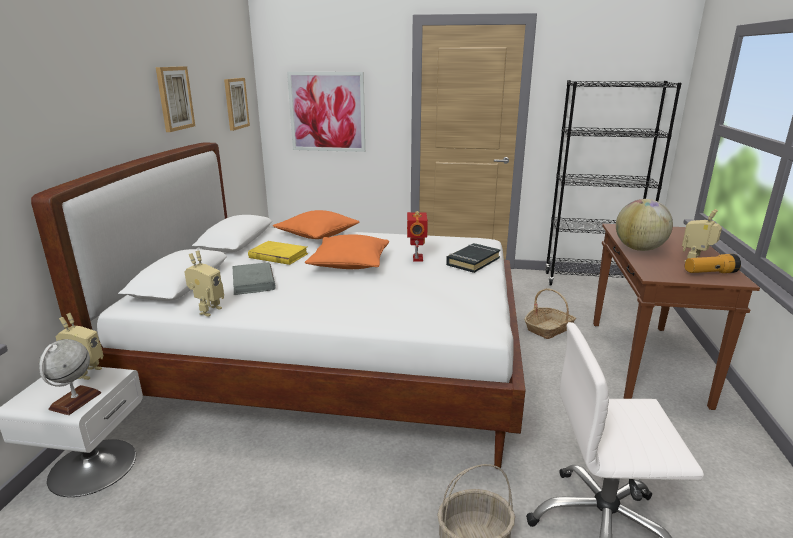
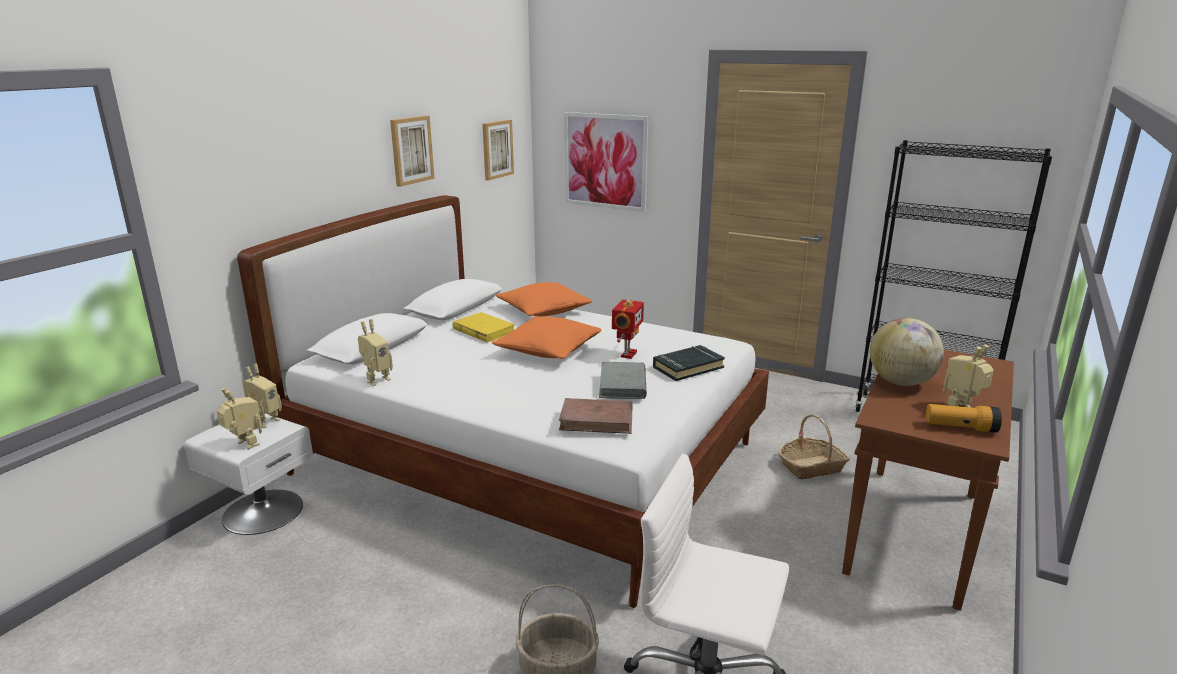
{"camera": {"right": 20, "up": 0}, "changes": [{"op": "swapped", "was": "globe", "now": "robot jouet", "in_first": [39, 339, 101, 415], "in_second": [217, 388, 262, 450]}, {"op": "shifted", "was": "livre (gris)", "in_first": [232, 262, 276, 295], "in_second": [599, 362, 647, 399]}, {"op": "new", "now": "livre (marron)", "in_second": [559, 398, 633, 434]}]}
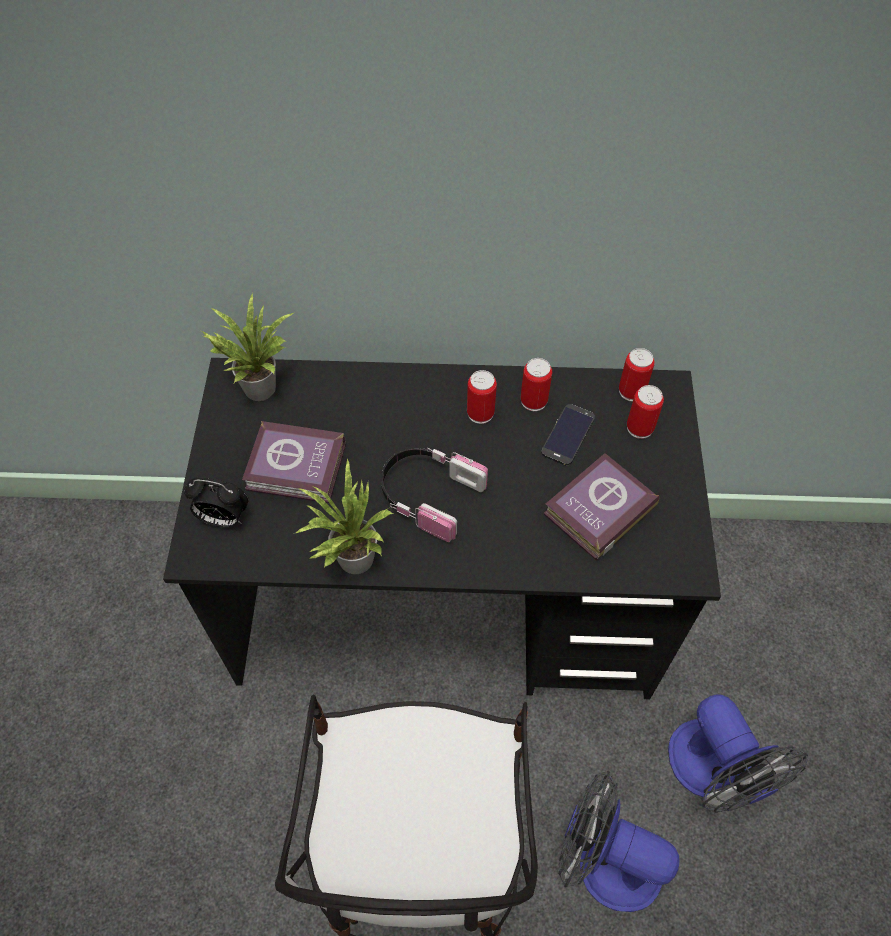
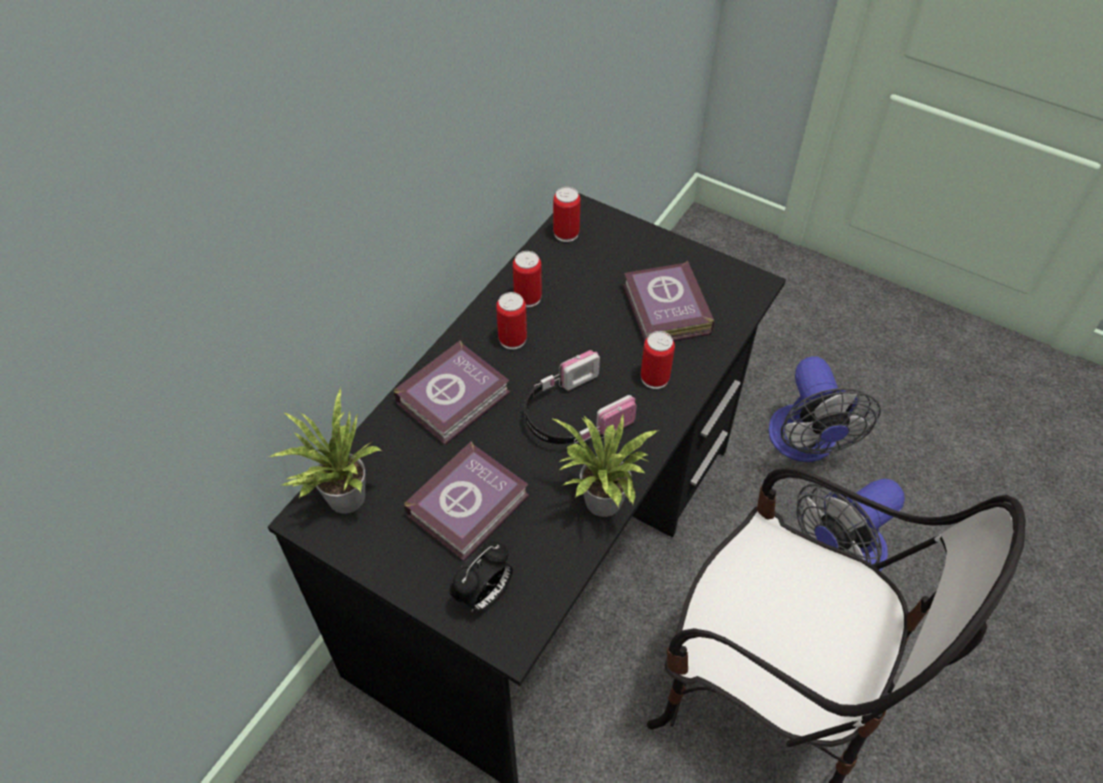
{"camera": {"right": -60, "up": -5}, "changes": [{"op": "gone", "was": "téléphone", "in_first": [542, 404, 595, 465]}, {"op": "shifted", "was": "boîte métallique", "in_first": [627, 385, 664, 439], "in_second": [641, 331, 675, 389]}, {"op": "rotated", "was": "ventilateur", "in_first": [668, 694, 808, 813], "in_second": [768, 356, 881, 462], "clockwise": 75}, {"op": "new", "now": "livre", "in_second": [394, 341, 510, 445]}]}
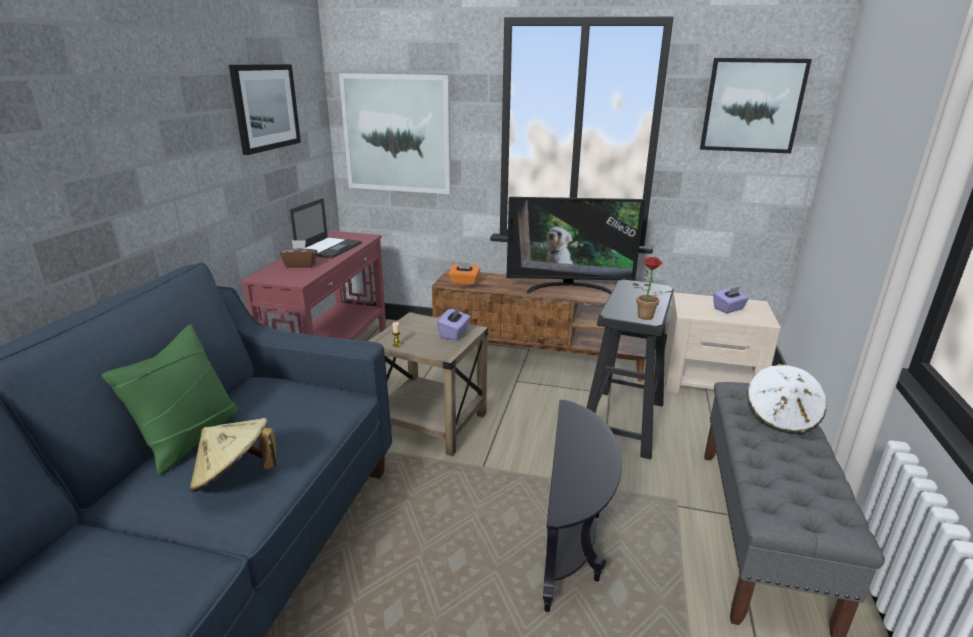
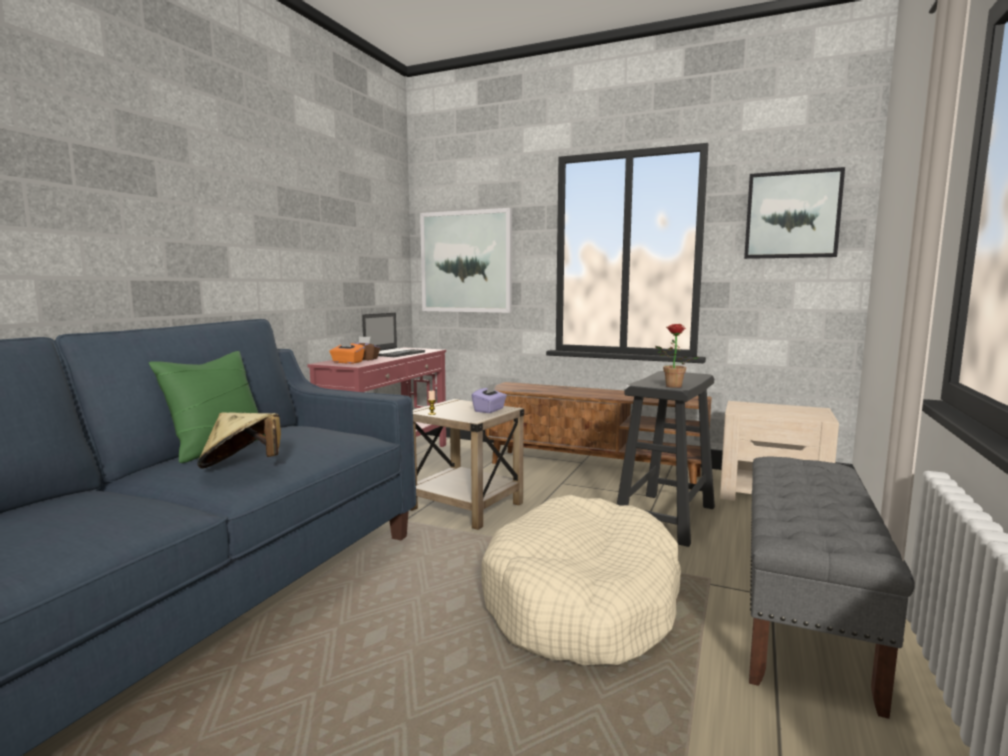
{"camera": {"right": 10, "up": -15}, "changes": [{"op": "gone", "was": "tableau", "in_first": [229, 64, 301, 155]}, {"op": "shifted", "was": "boîte à mouchoirs (orange)", "in_first": [449, 262, 480, 285], "in_second": [329, 339, 365, 364]}, {"op": "gone", "was": "téléviseur", "in_first": [507, 197, 645, 294]}, {"op": "swapped", "was": "table d'appoint (noir)", "now": "panier pour chien (beige)", "in_first": [543, 400, 622, 612], "in_second": [482, 495, 681, 665]}, {"op": "gone", "was": "boîte à mouchoirs (violet)", "in_first": [713, 287, 749, 313]}, {"op": "gone", "was": "chapeau (blanc)", "in_first": [747, 364, 827, 434]}]}
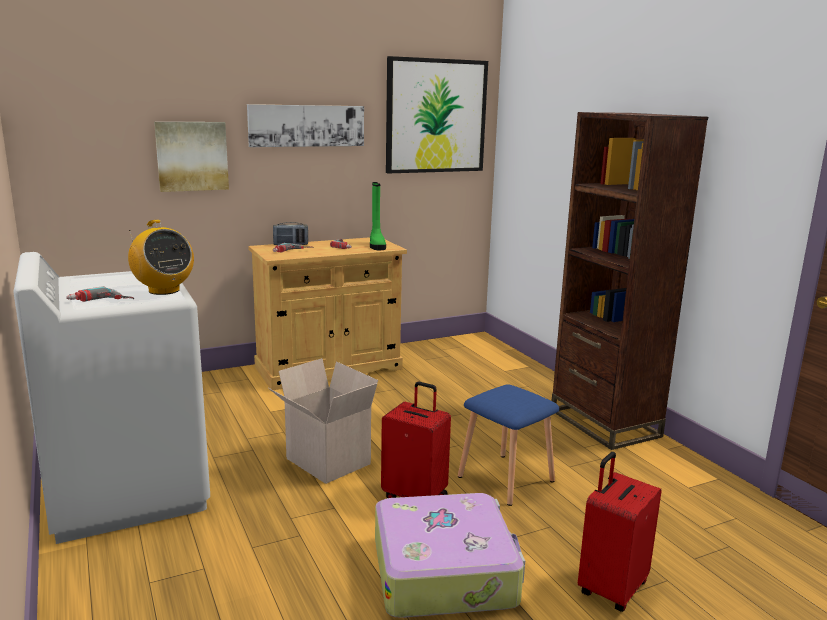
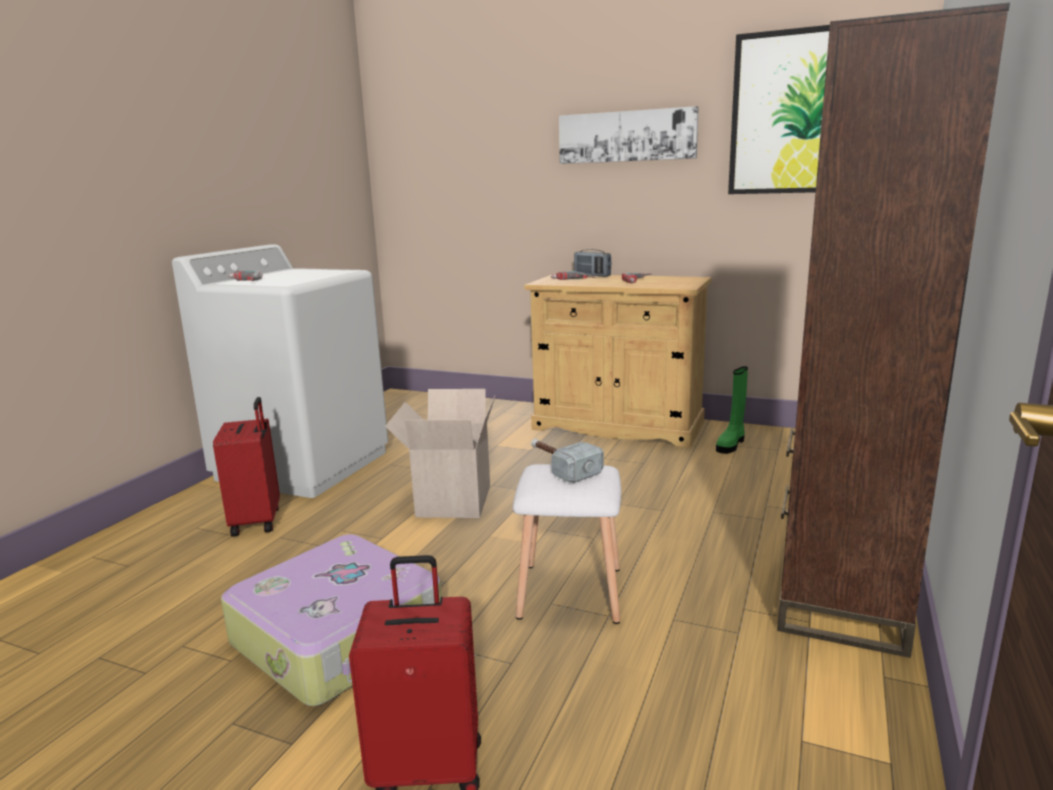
{"camera": {"right": 50, "up": 0}, "changes": [{"op": "gone", "was": "radio", "in_first": [128, 220, 194, 295]}, {"op": "gone", "was": "tableau", "in_first": [154, 122, 229, 192]}, {"op": "shifted", "was": "botte (vert)", "in_first": [370, 182, 386, 250], "in_second": [716, 366, 748, 454]}, {"op": "shifted", "was": "valise (rouge)", "in_first": [381, 382, 451, 498], "in_second": [213, 397, 280, 537]}, {"op": "repainted", "was": "tabouret (bleu)", "now": "tabouret (blanc)", "in_first": [458, 384, 559, 506], "in_second": [513, 464, 621, 624]}, {"op": "new", "now": "marteau", "in_second": [531, 439, 604, 483]}]}
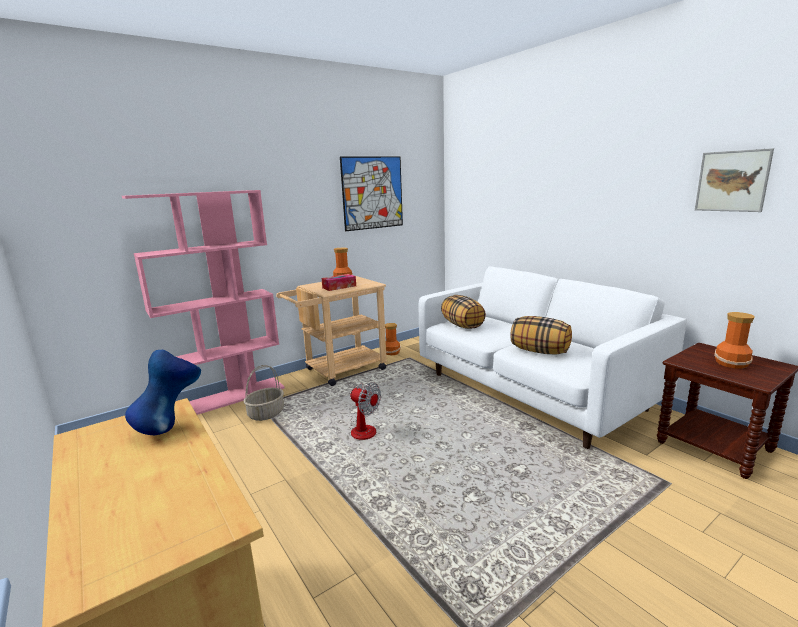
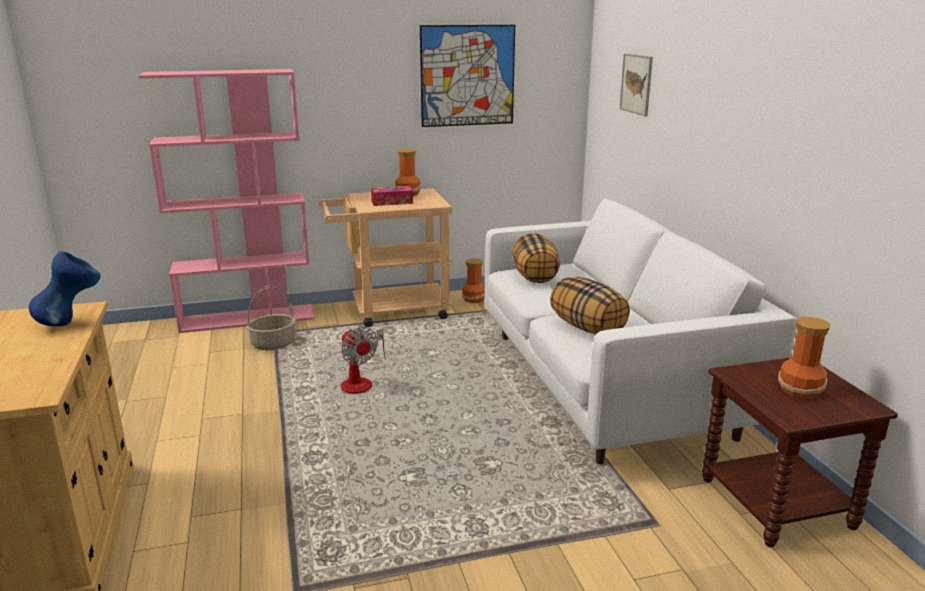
{"camera": {"right": 20, "up": 5}, "changes": [{"op": "shifted", "was": "tableau", "in_first": [695, 148, 774, 212], "in_second": [620, 53, 653, 116]}]}
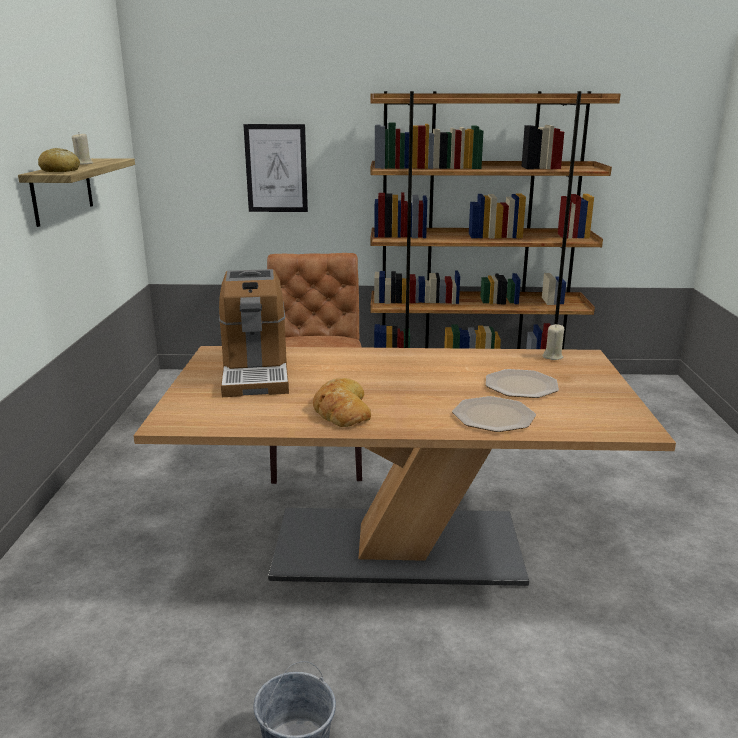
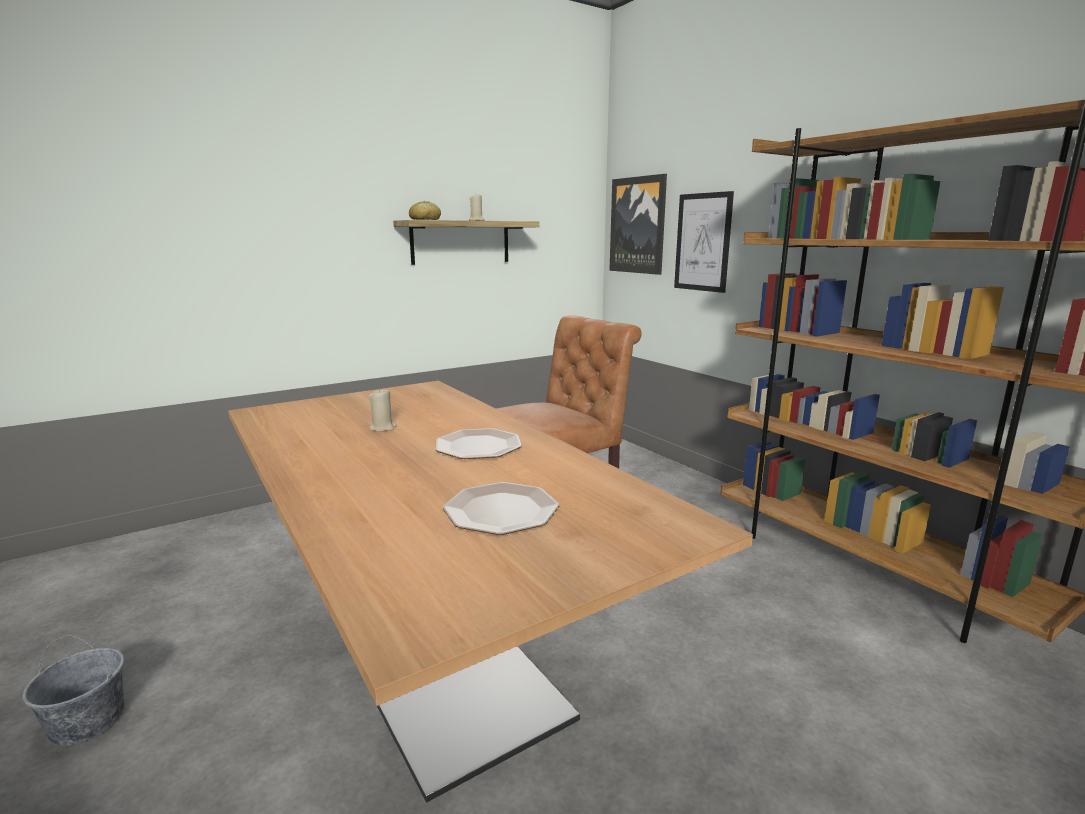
{"camera": {"right": 55, "up": -5}, "changes": [{"op": "gone", "was": "machine à café", "in_first": [219, 269, 289, 397]}, {"op": "gone", "was": "pain", "in_first": [313, 378, 371, 427]}, {"op": "shifted", "was": "assiette", "in_first": [452, 396, 536, 432], "in_second": [436, 428, 522, 459]}, {"op": "shifted", "was": "bougie (beige)", "in_first": [542, 324, 564, 360], "in_second": [369, 388, 397, 431]}, {"op": "new", "now": "tableau", "in_second": [609, 174, 667, 275]}]}
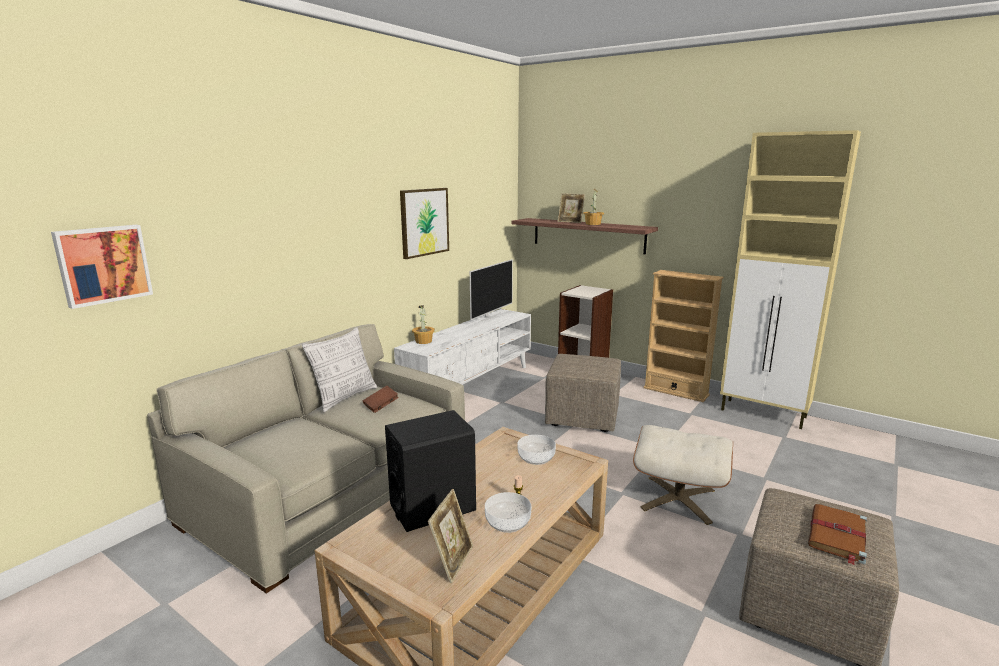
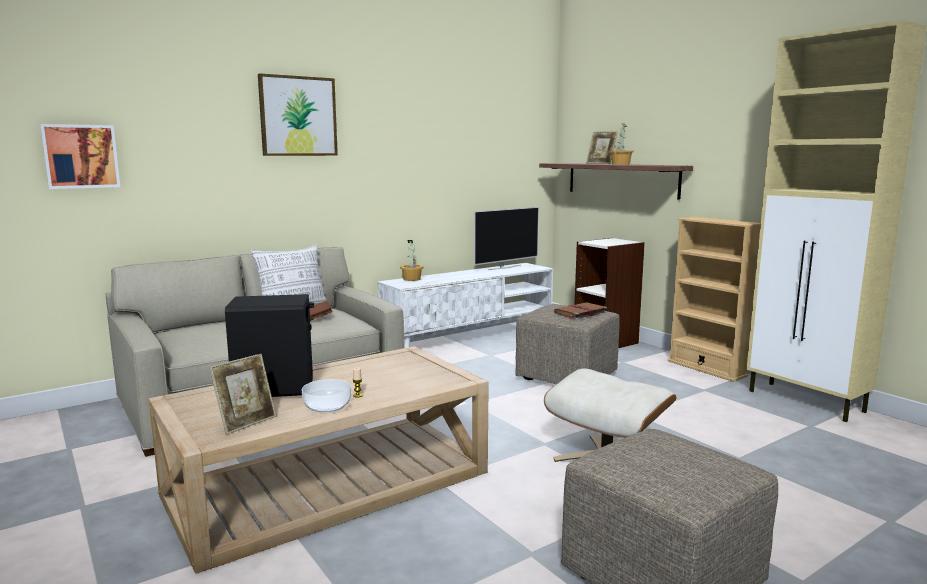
{"camera": {"right": 20, "up": -5}, "changes": [{"op": "shifted", "was": "tableau", "in_first": [400, 188, 449, 259], "in_second": [258, 73, 338, 156]}, {"op": "gone", "was": "bol", "in_first": [517, 435, 556, 465]}, {"op": "shifted", "was": "livre (marron)", "in_first": [808, 504, 867, 565], "in_second": [554, 302, 607, 319]}]}
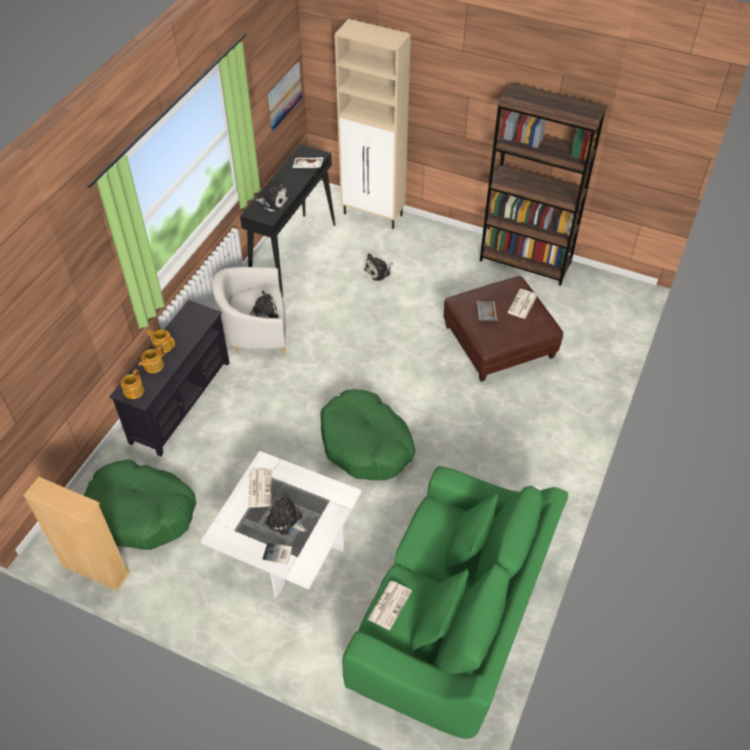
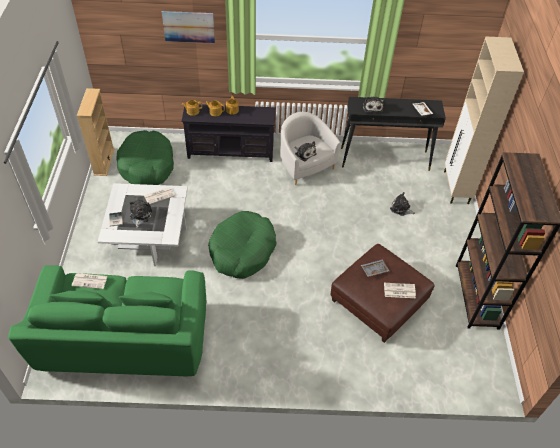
{"camera": {"right": 65, "up": 0}, "changes": [{"op": "shifted", "was": "tableau", "in_first": [268, 62, 302, 131], "in_second": [162, 11, 215, 43]}]}
